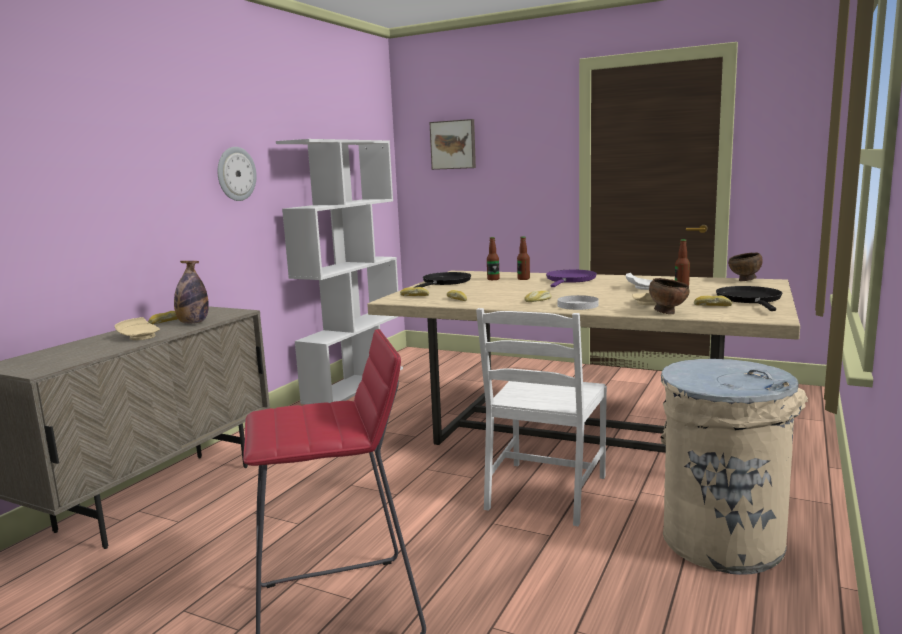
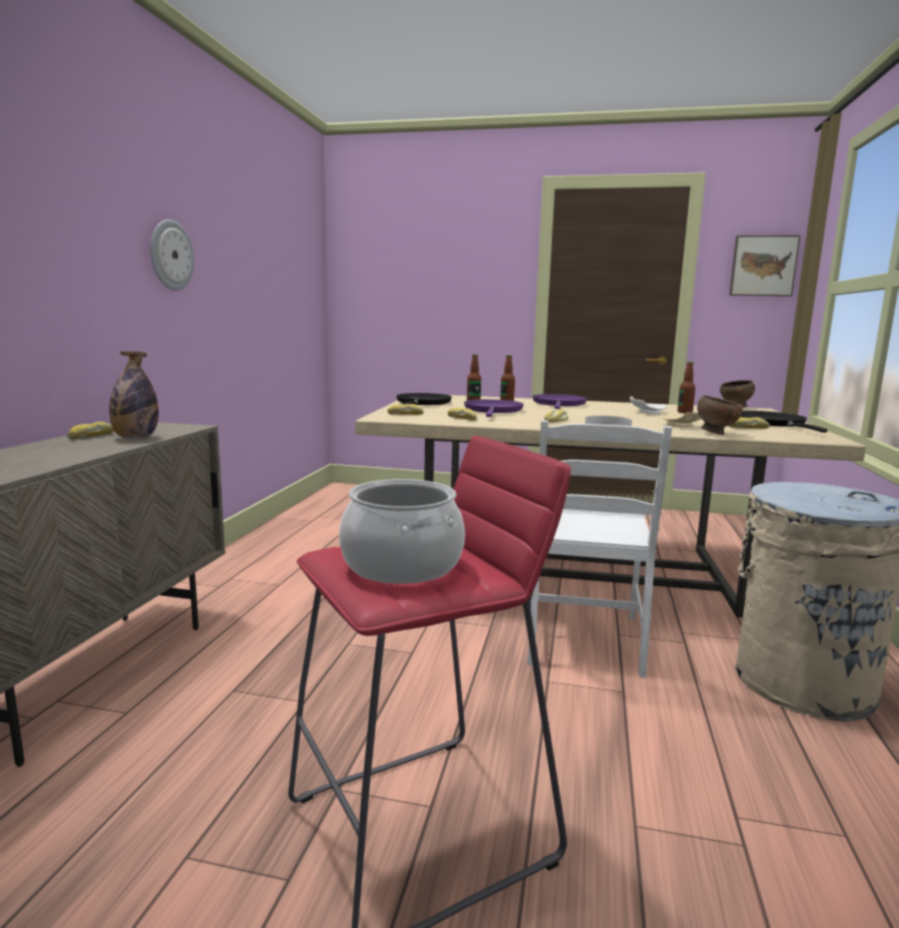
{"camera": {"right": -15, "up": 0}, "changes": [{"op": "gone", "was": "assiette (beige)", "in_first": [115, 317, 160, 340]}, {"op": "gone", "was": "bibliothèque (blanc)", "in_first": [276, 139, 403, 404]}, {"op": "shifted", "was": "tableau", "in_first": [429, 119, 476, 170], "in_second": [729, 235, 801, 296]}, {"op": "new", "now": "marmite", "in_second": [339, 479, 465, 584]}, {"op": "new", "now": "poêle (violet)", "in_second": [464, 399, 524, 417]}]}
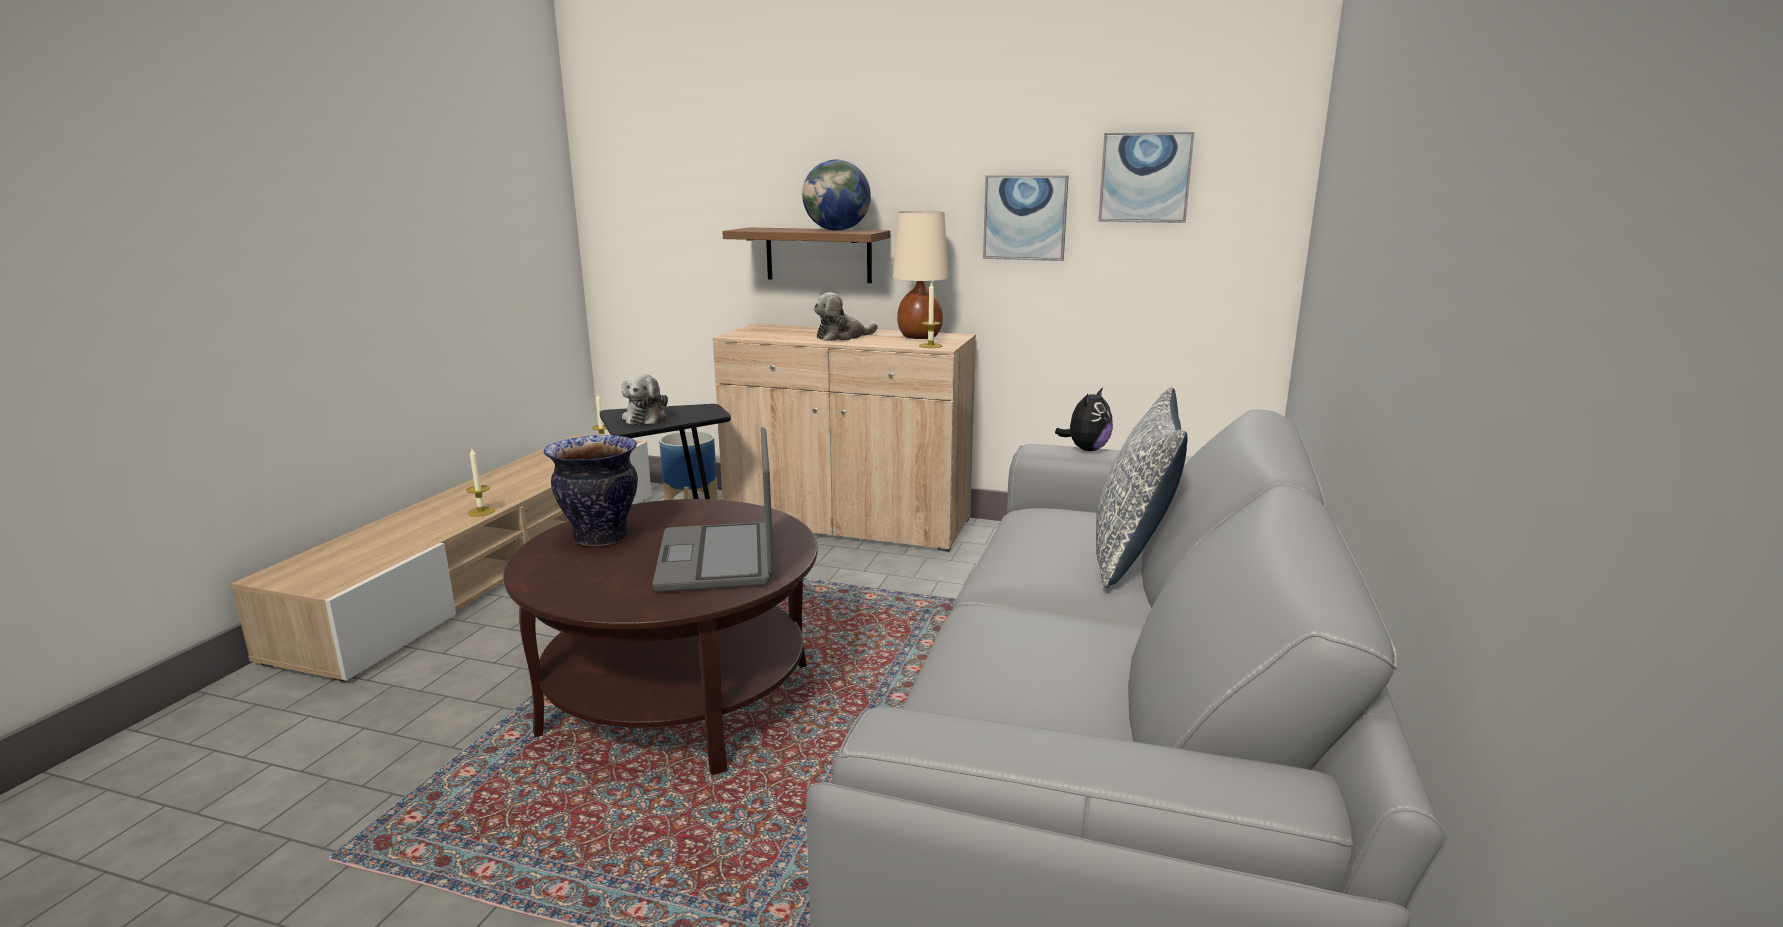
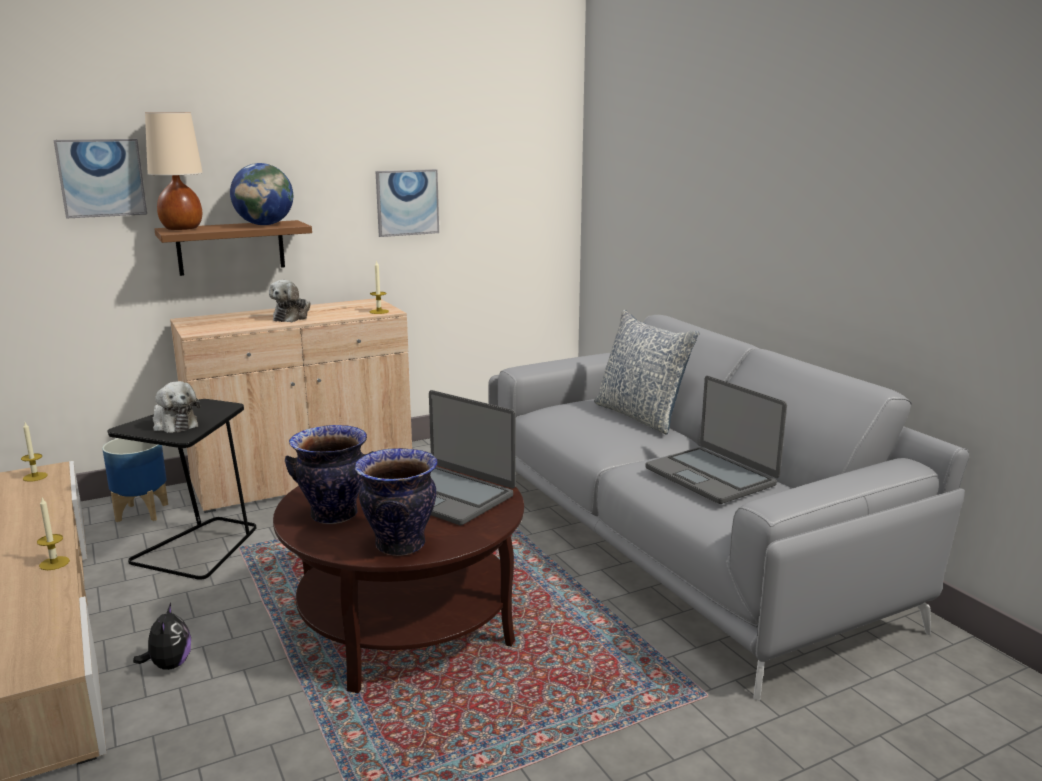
{"camera": {"right": -45, "up": 0}, "changes": [{"op": "shifted", "was": "lampe de table (beige)", "in_first": [892, 211, 949, 339], "in_second": [145, 112, 203, 230]}, {"op": "shifted", "was": "peluche", "in_first": [1055, 387, 1113, 451], "in_second": [133, 603, 191, 670]}, {"op": "shifted", "was": "tableau", "in_first": [1098, 132, 1194, 223], "in_second": [54, 139, 147, 219]}, {"op": "new", "now": "vase", "in_second": [355, 448, 438, 556]}, {"op": "new", "now": "ordinateur portable", "in_second": [645, 376, 787, 504]}]}
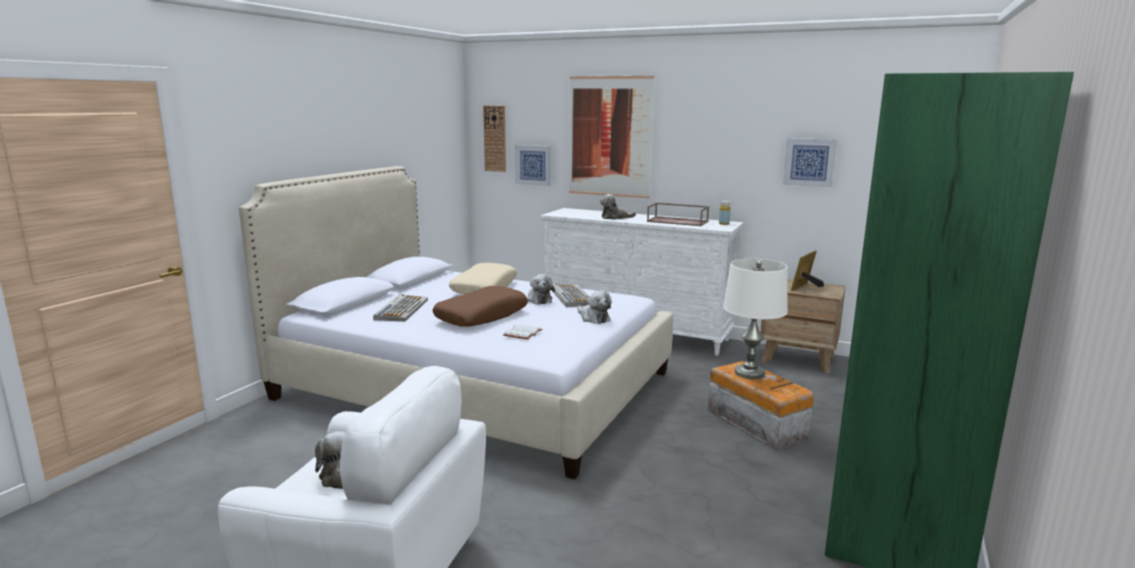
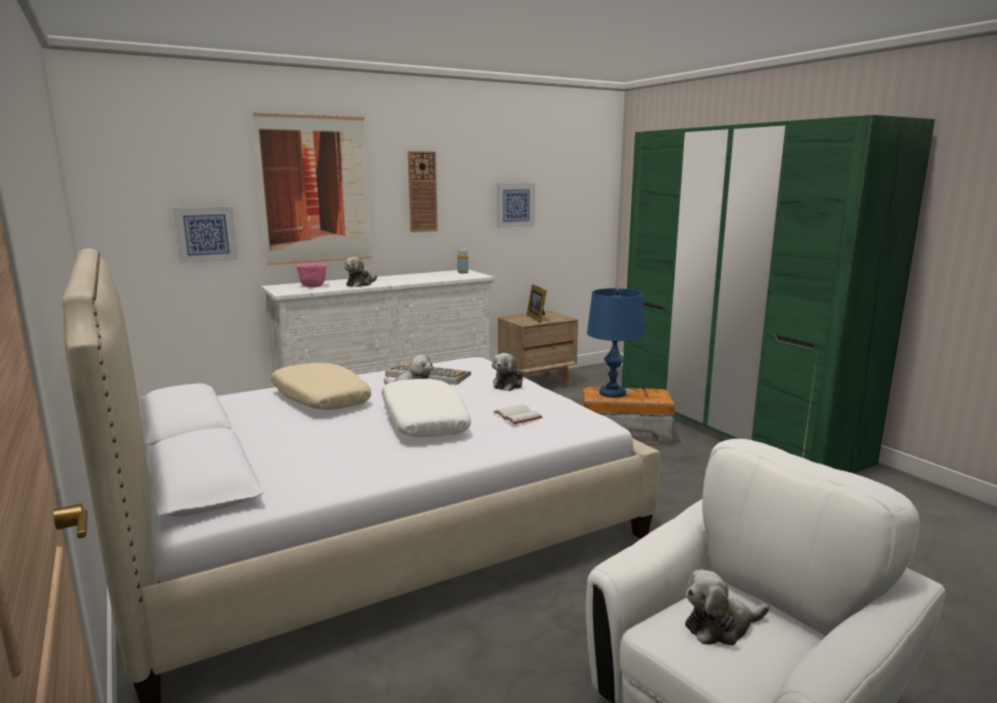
{"camera": {"right": -55, "up": 0}, "changes": [{"op": "gone", "was": "clavier", "in_first": [373, 294, 428, 321]}, {"op": "repainted", "was": "coussin (marron)", "now": "coussin (blanc)", "in_first": [433, 286, 528, 327], "in_second": [382, 379, 471, 437]}, {"op": "shifted", "was": "horloge murale", "in_first": [483, 106, 506, 172], "in_second": [408, 151, 438, 232]}, {"op": "rotated", "was": "peluche", "in_first": [577, 291, 612, 324], "in_second": [492, 353, 524, 391], "clockwise": 120}, {"op": "gone", "was": "plateau (marron)", "in_first": [647, 203, 709, 226]}, {"op": "repainted", "was": "lampe de table (blanc)", "now": "lampe de table (bleu)", "in_first": [723, 259, 788, 379], "in_second": [587, 288, 645, 398]}, {"op": "new", "now": "bol (rose)", "in_second": [296, 264, 327, 287]}]}
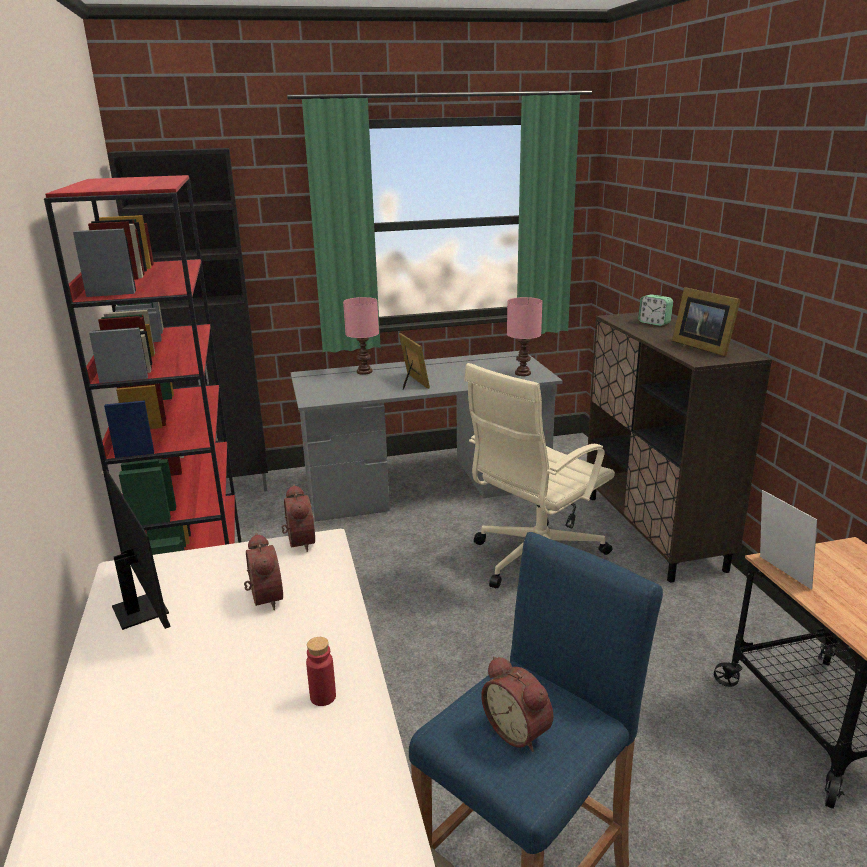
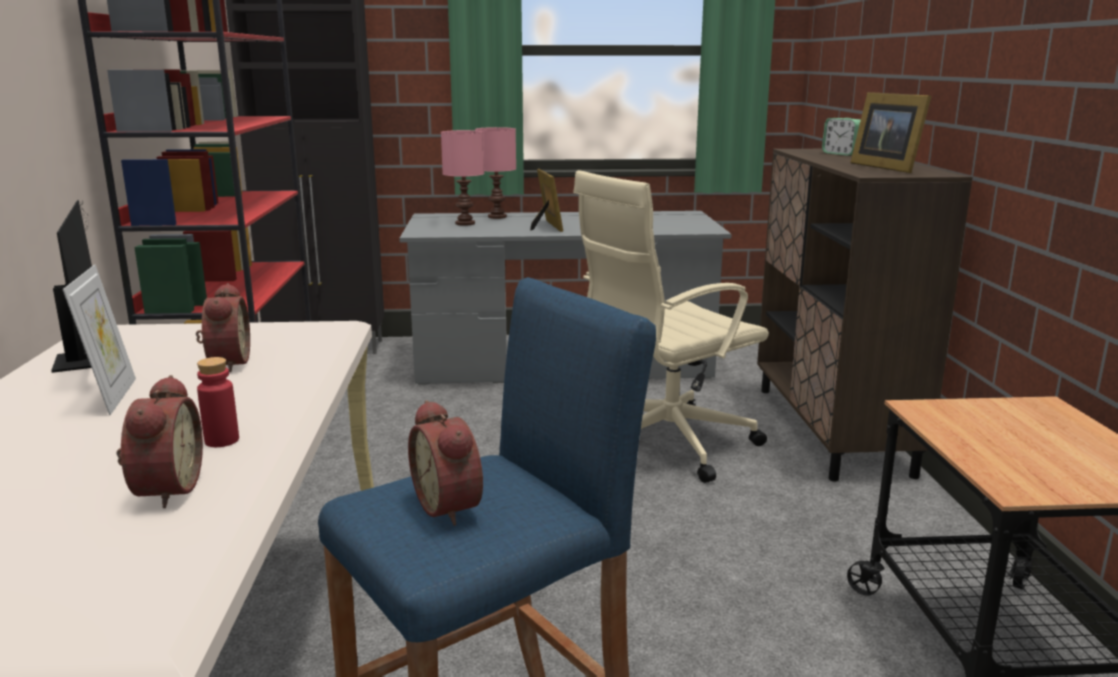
{"camera": {"right": 10, "up": -5}, "changes": [{"op": "shifted", "was": "réveil", "in_first": [281, 485, 315, 552], "in_second": [116, 375, 203, 508]}, {"op": "shifted", "was": "lampe de table (rose)", "in_first": [507, 297, 543, 376], "in_second": [441, 130, 484, 226]}, {"op": "shifted", "was": "cadre photo", "in_first": [760, 490, 817, 590], "in_second": [62, 265, 136, 415]}]}
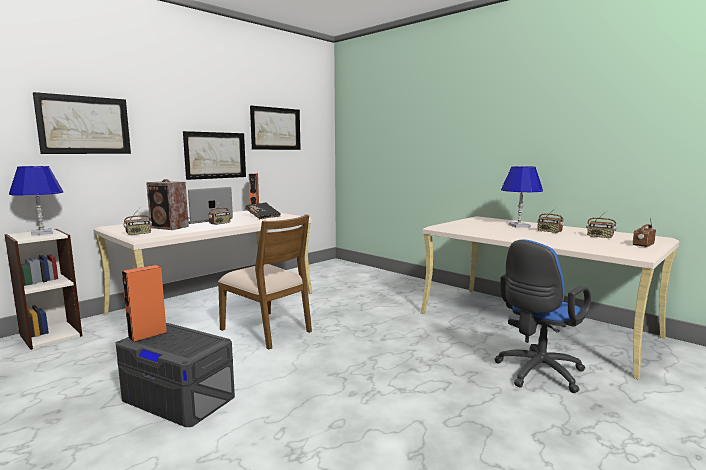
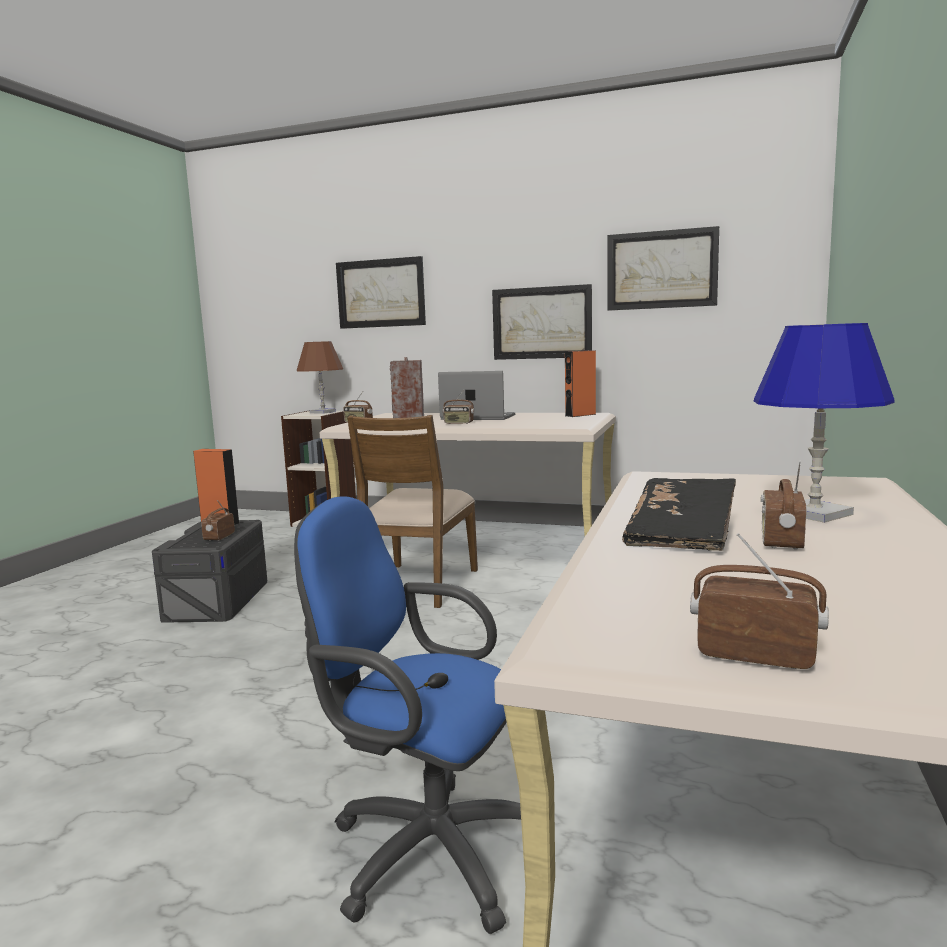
{"camera": {"right": 65, "up": 0}, "changes": [{"op": "repainted", "was": "lampe de table (bleu)", "now": "lampe de table (marron)", "in_first": [9, 166, 63, 236], "in_second": [297, 341, 343, 414]}, {"op": "shifted", "was": "livre (noir)", "in_first": [245, 202, 281, 219], "in_second": [622, 478, 736, 551]}, {"op": "shifted", "was": "radio", "in_first": [586, 211, 617, 238], "in_second": [201, 500, 235, 541]}]}
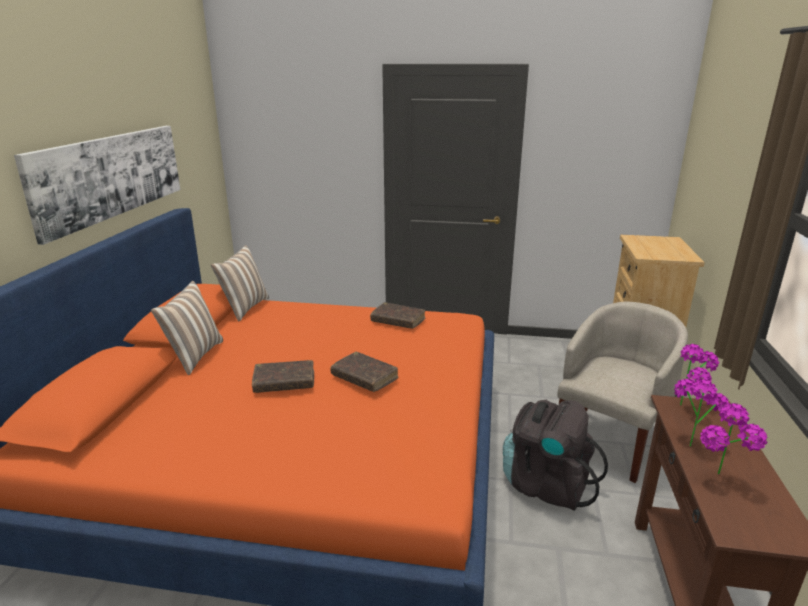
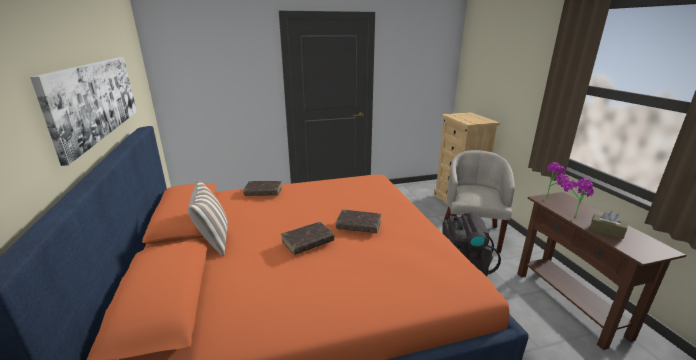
{"camera": {"right": -25, "up": 0}, "changes": [{"op": "gone", "was": "coussin", "in_first": [211, 245, 269, 322]}, {"op": "shifted", "was": "livre (marron)", "in_first": [370, 302, 426, 329], "in_second": [243, 181, 282, 196]}, {"op": "swapped", "was": "plante en pot", "now": "boîte à mouchoirs (marron)", "in_first": [700, 403, 767, 474], "in_second": [589, 211, 628, 239]}]}
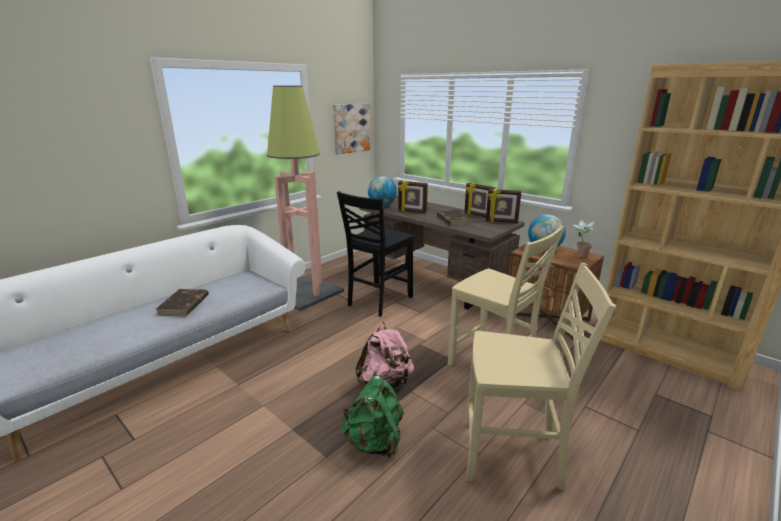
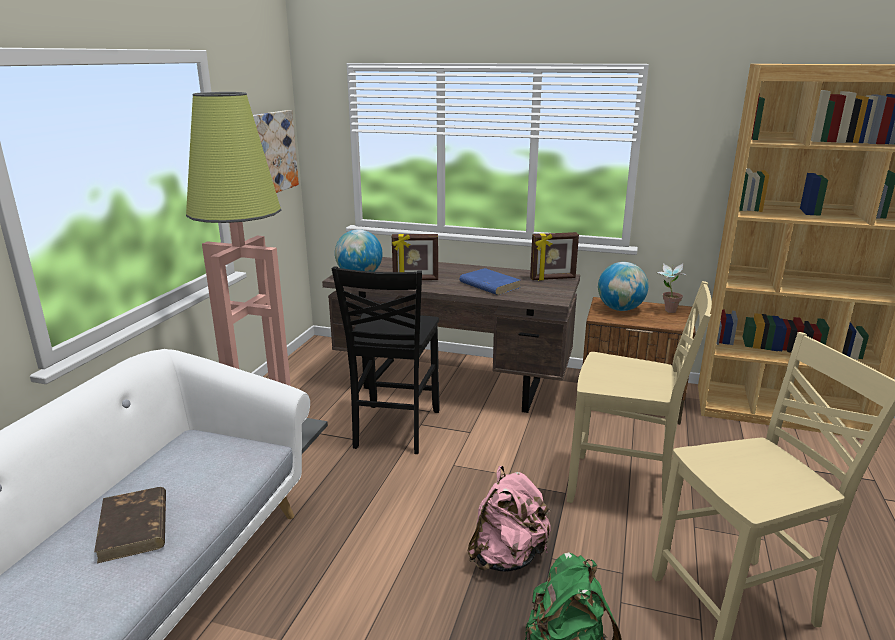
{"camera": {"right": -25, "up": 0}, "changes": [{"op": "repainted", "was": "livre (marron)", "now": "livre (bleu)", "in_first": [437, 210, 473, 226], "in_second": [460, 268, 521, 295]}, {"op": "gone", "was": "cadre photo", "in_first": [464, 183, 495, 217]}]}
